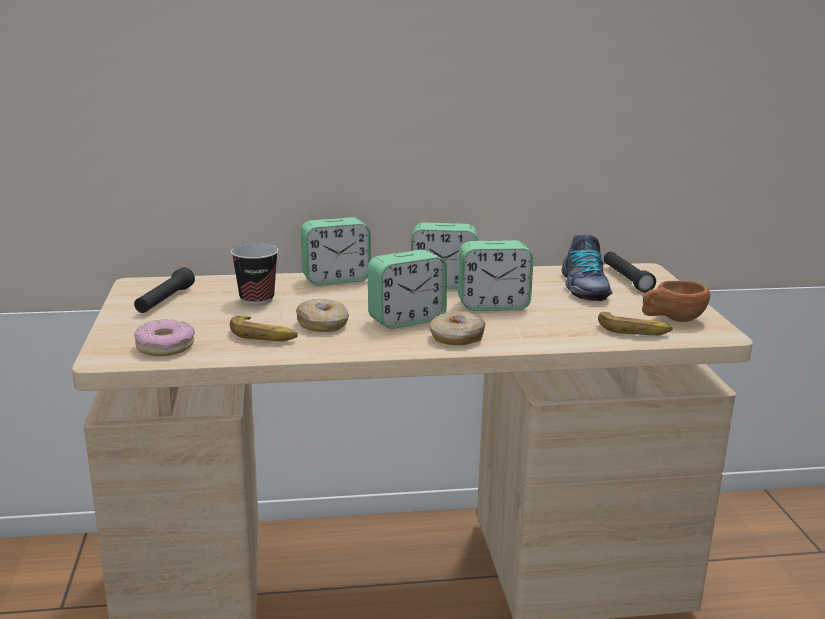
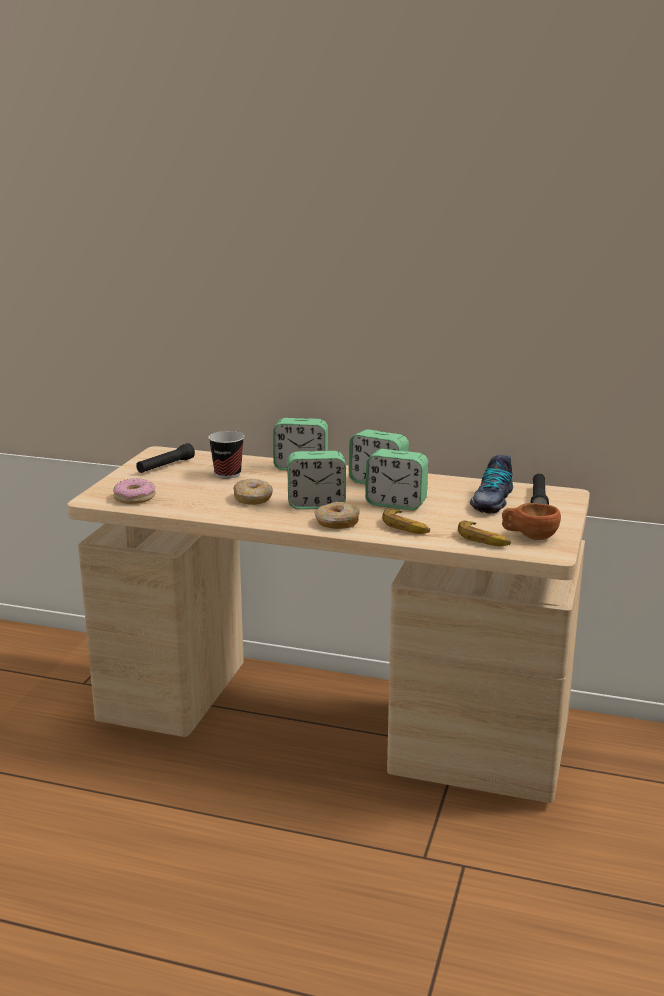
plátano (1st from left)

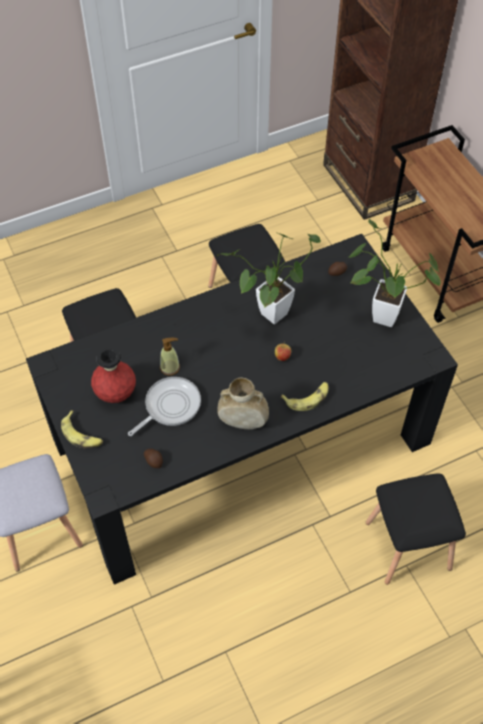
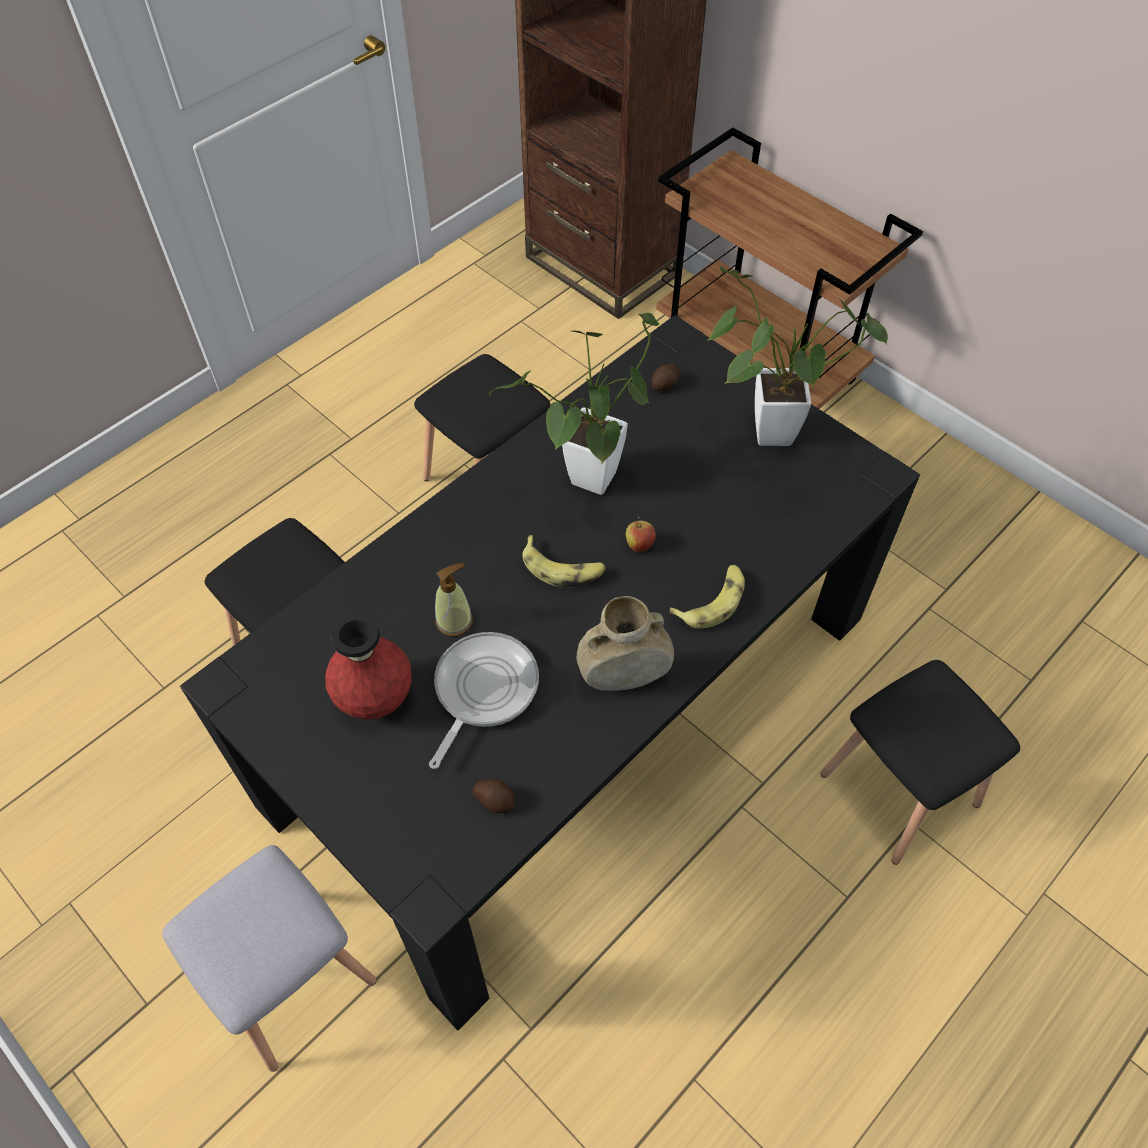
plátano (1st from left)

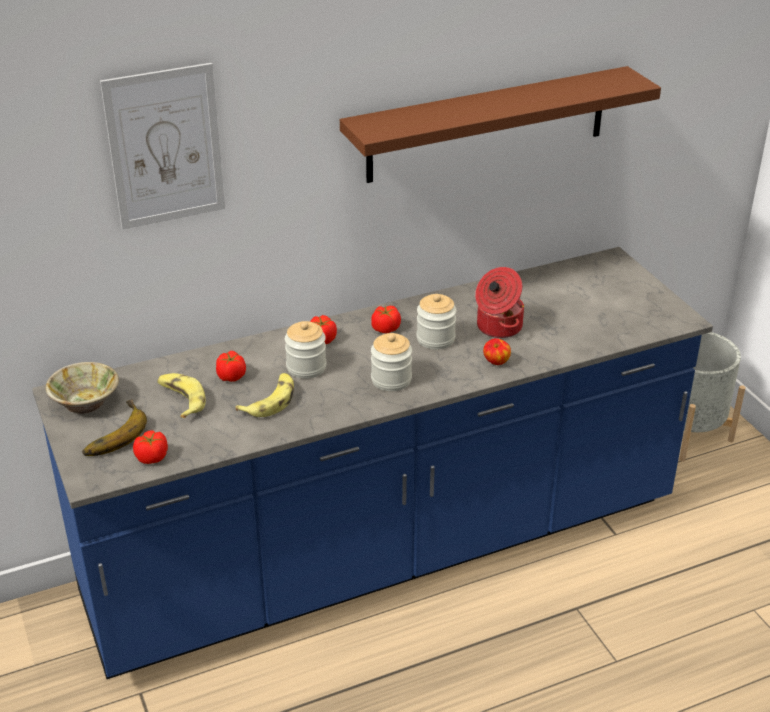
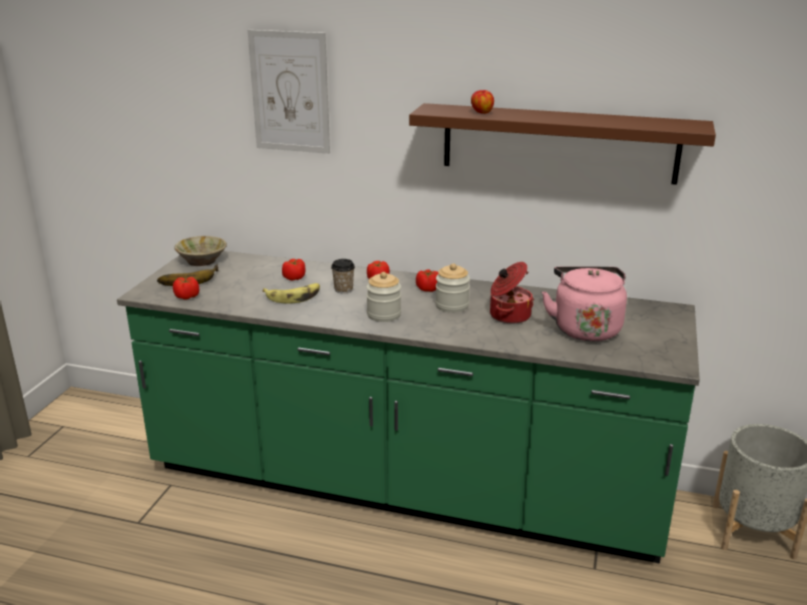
mueble bajo de cocina/verde; plátano (2nd from left in the first image); taza; manzana; hervidor/rosa

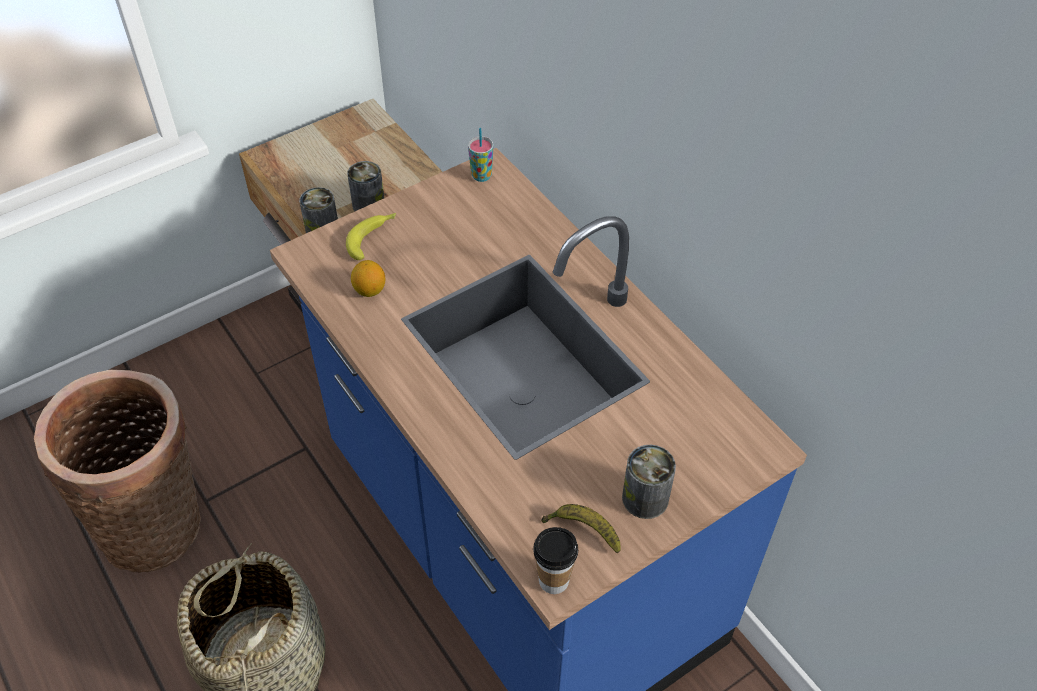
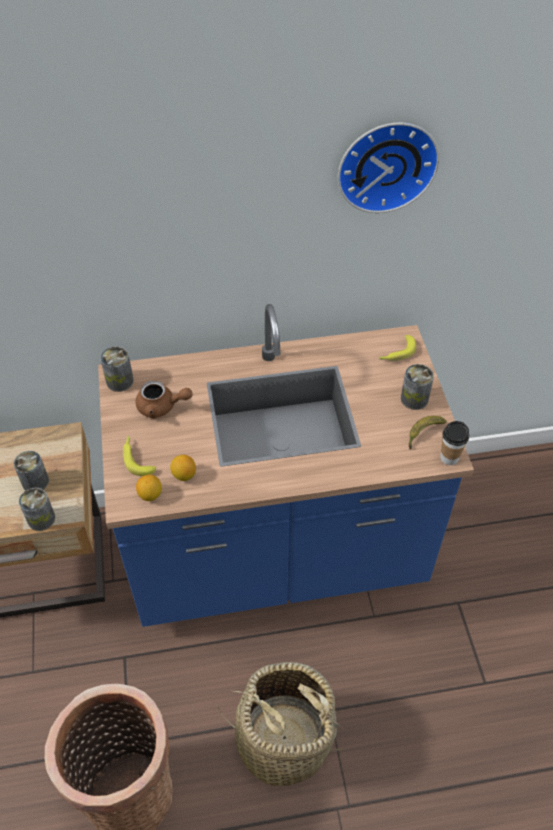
lata (3rd from left); tetera/marrón; limón (1st from left); reloj de pared; plátano (2nd from left)

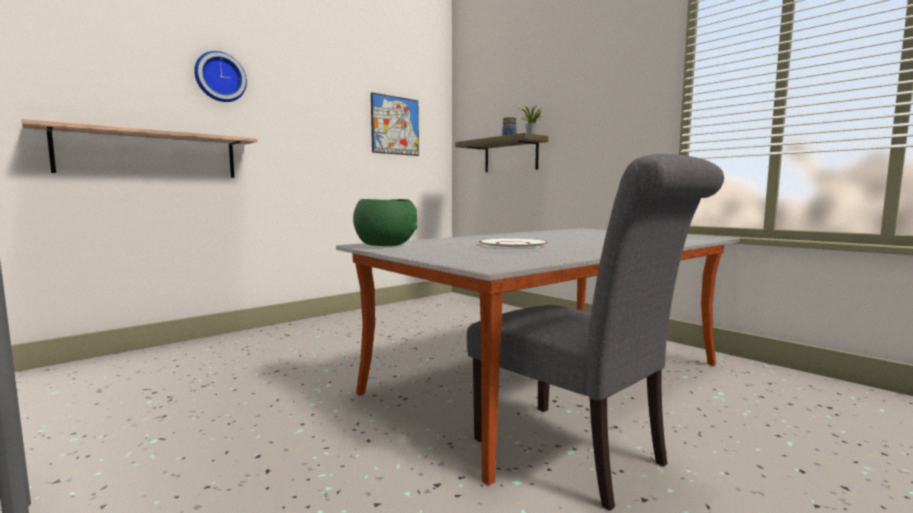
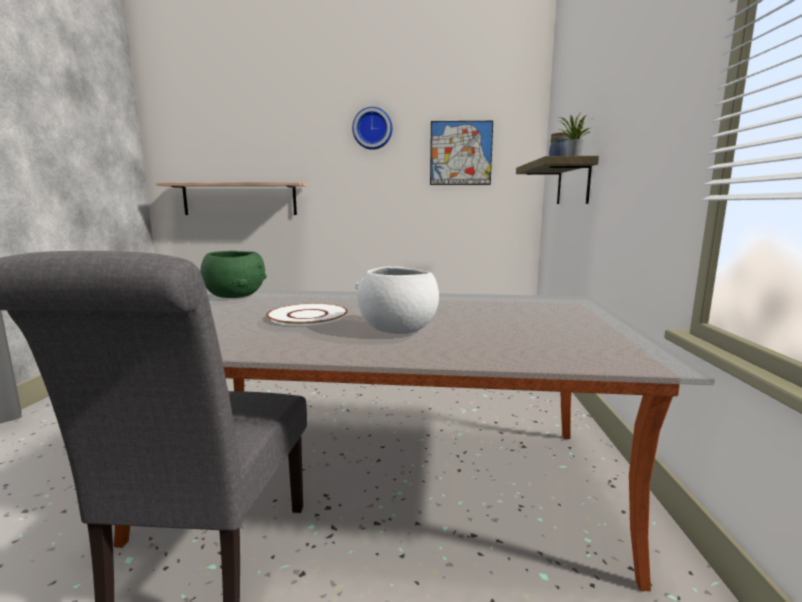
reloj de pared; cuenco/blanco

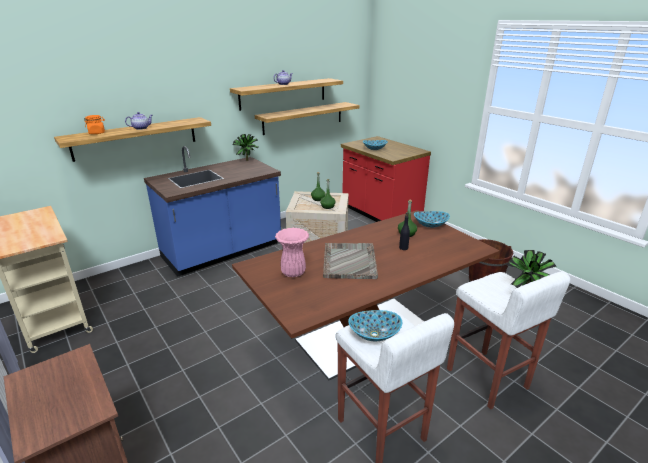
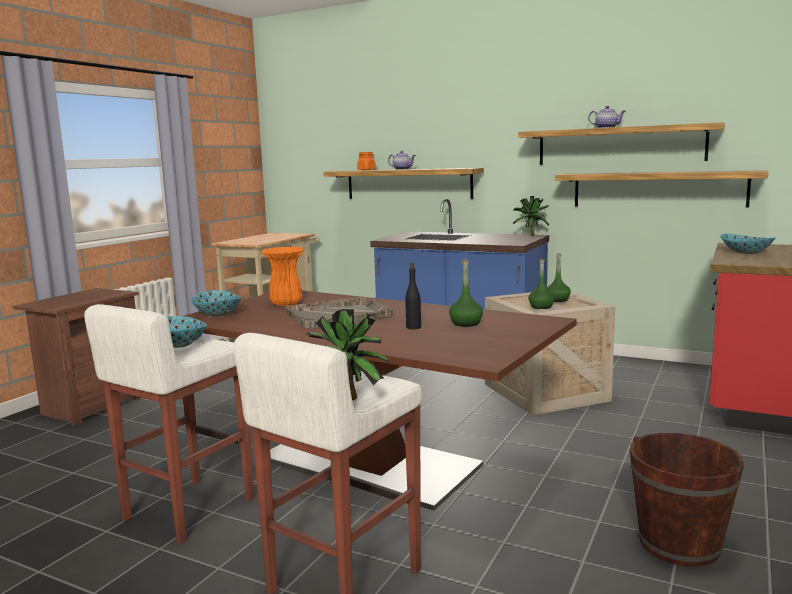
florero/naranja; cuenco (2nd from left)

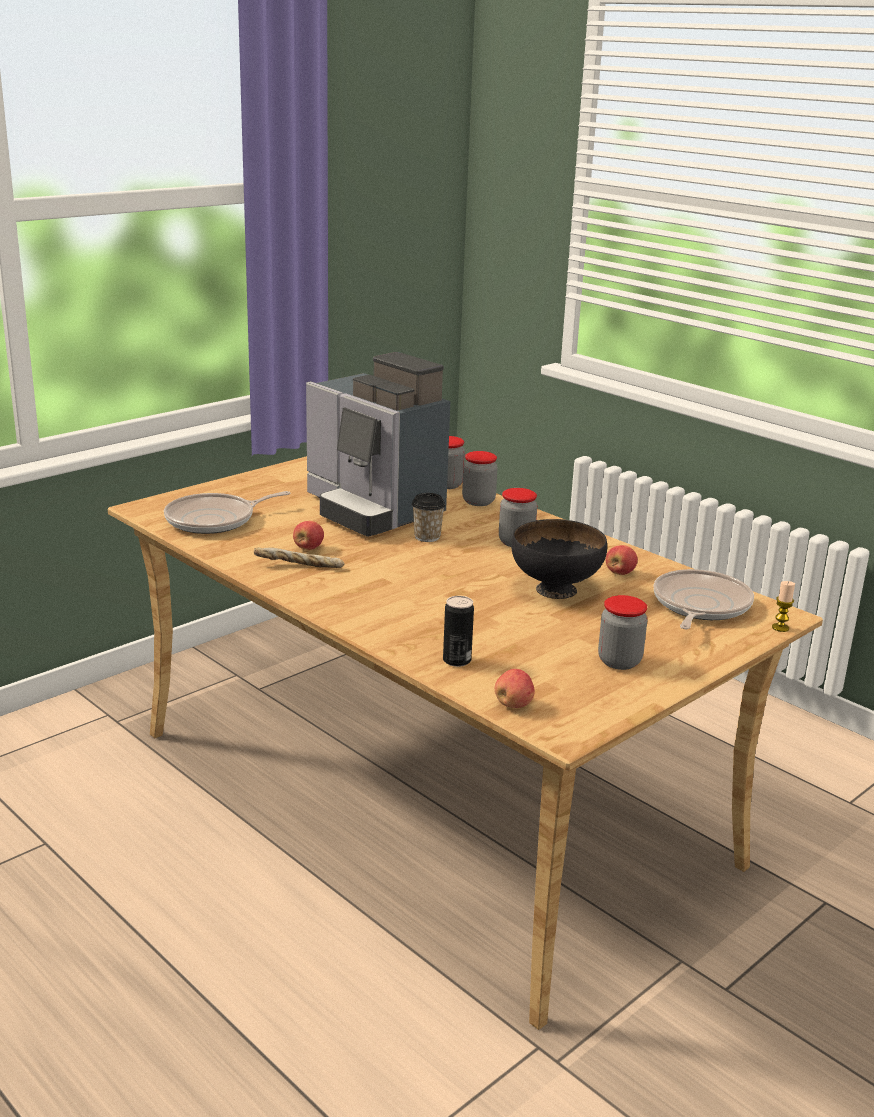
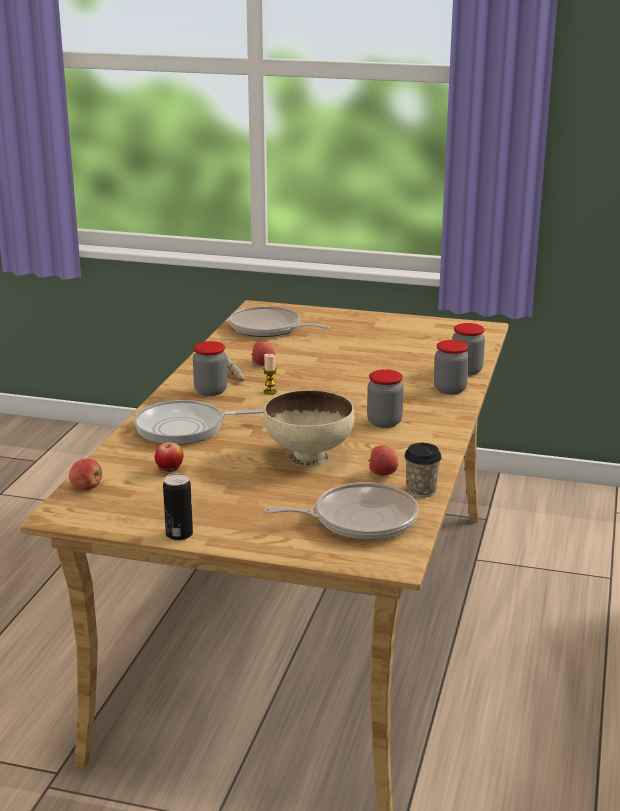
cafetera; taza; lata; cuenco/beis; tarro (1st from left); vela; sartén (1st from left); manzana (2nd from left)

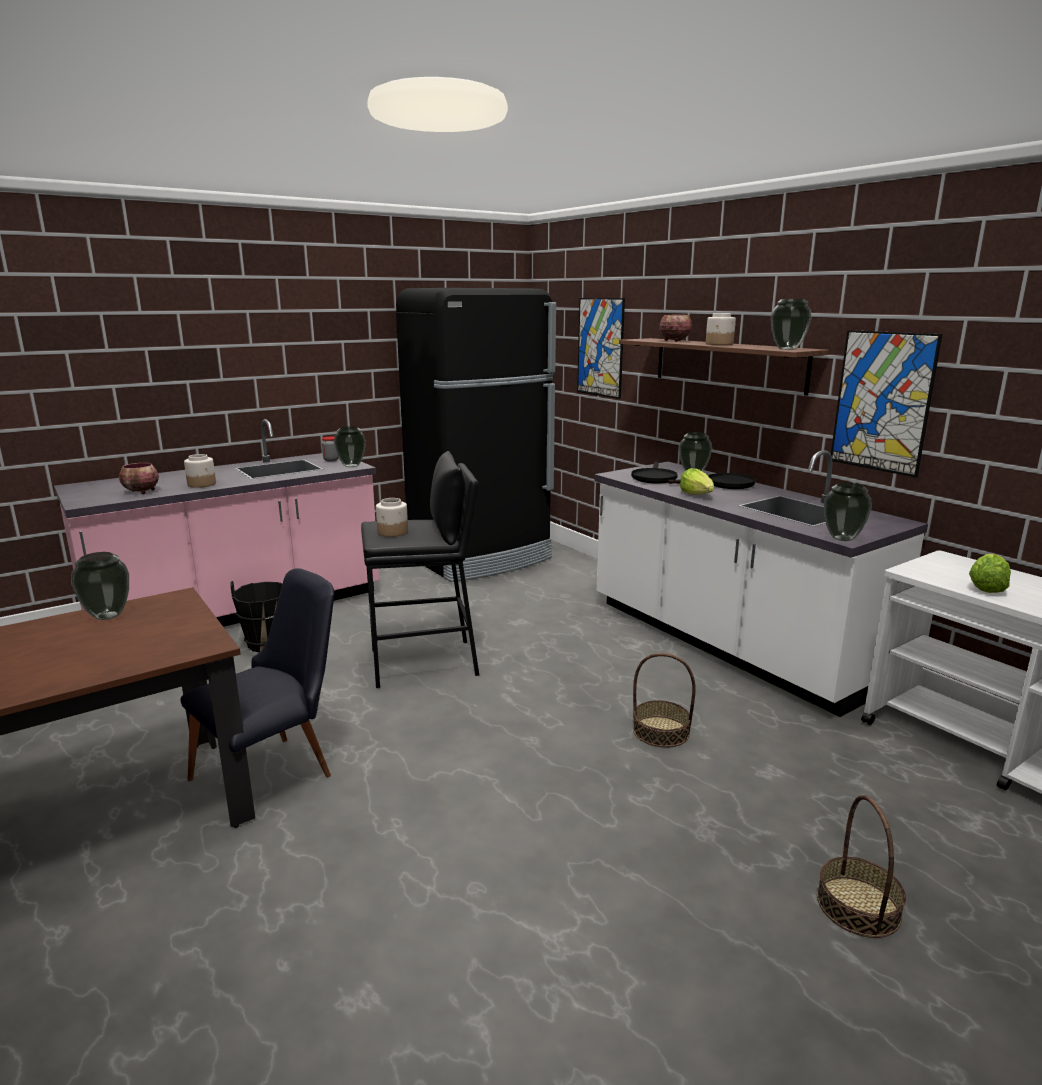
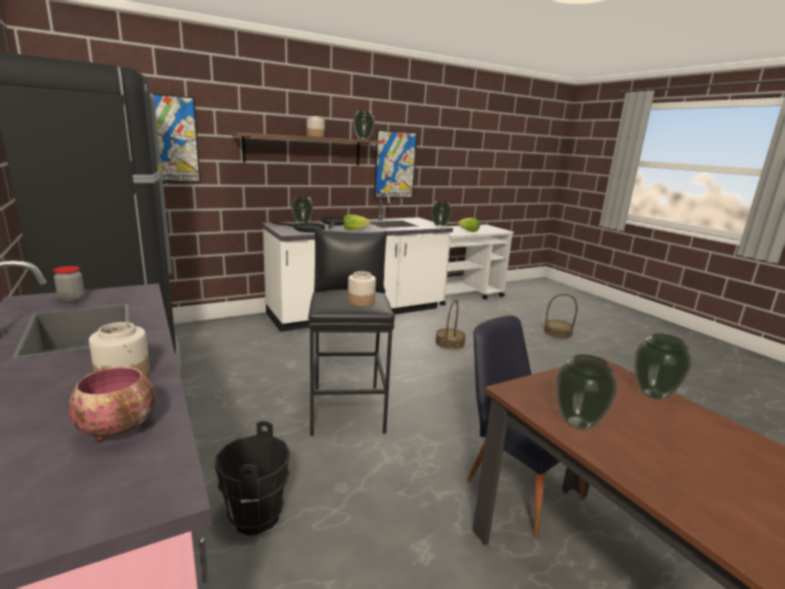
florero (5th from left); cuenco (2nd from left in the first image)

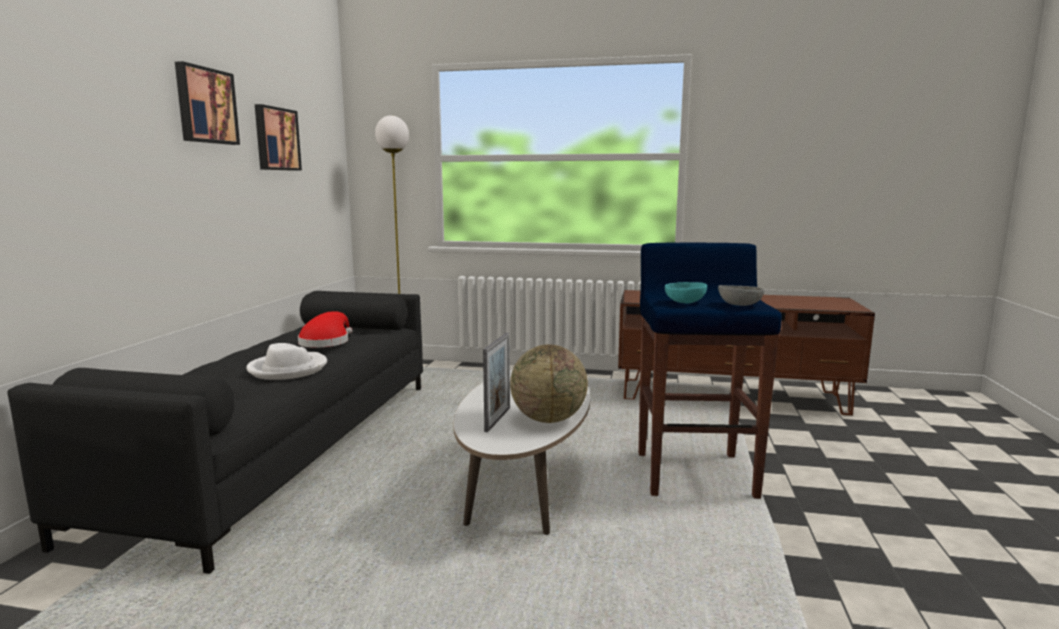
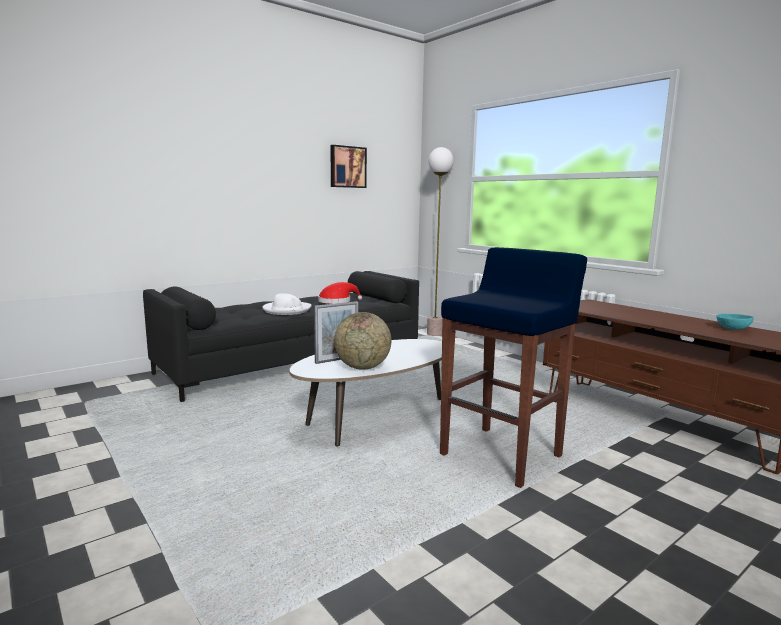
cuadro (1st from left in the first image); cuenco/turquesa; cuenco/gris

